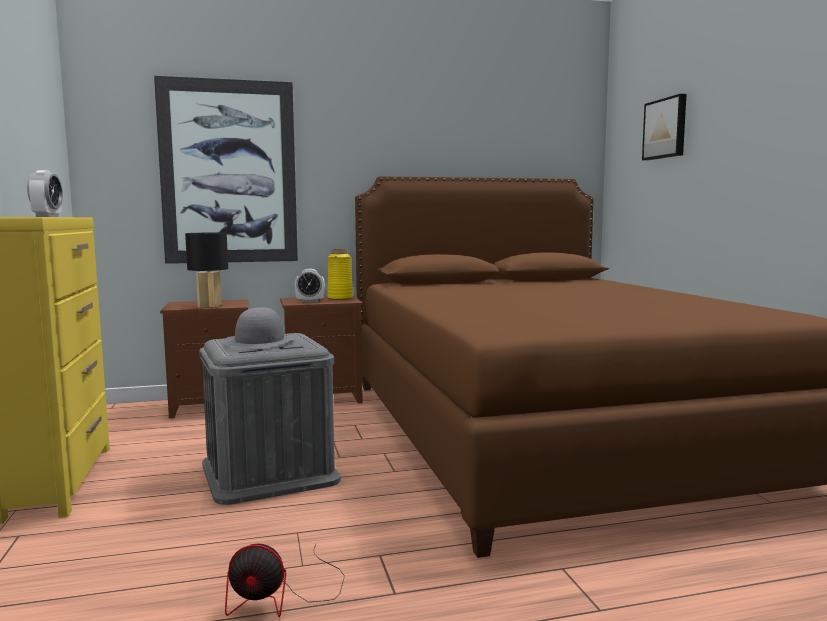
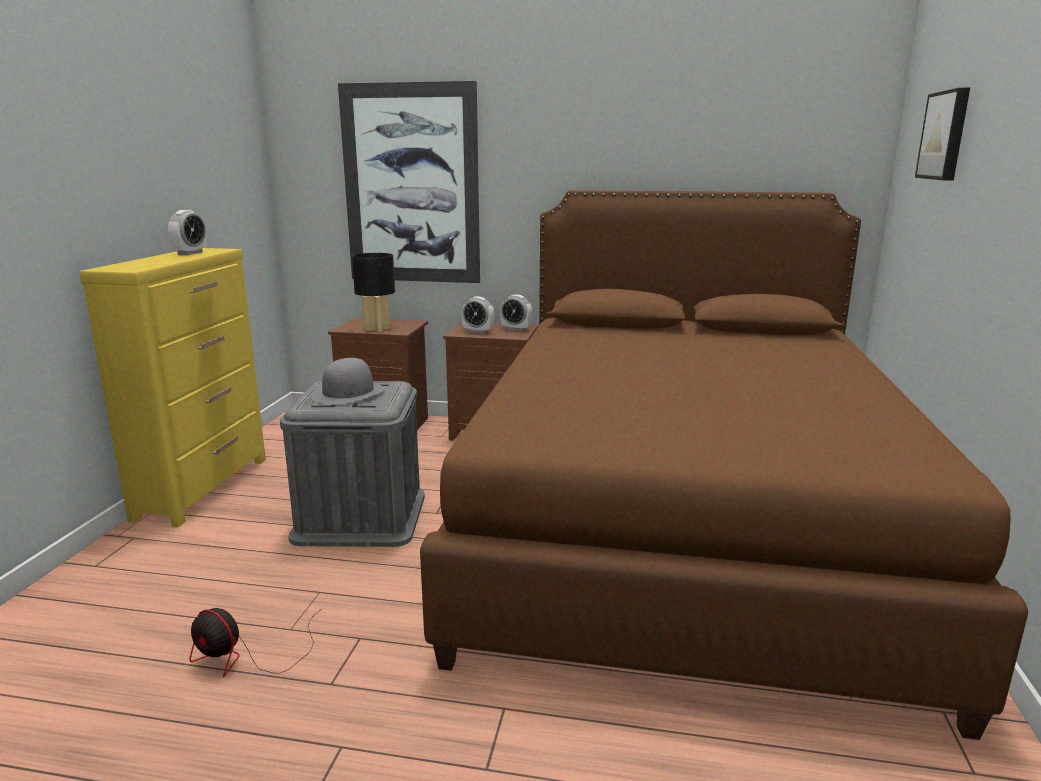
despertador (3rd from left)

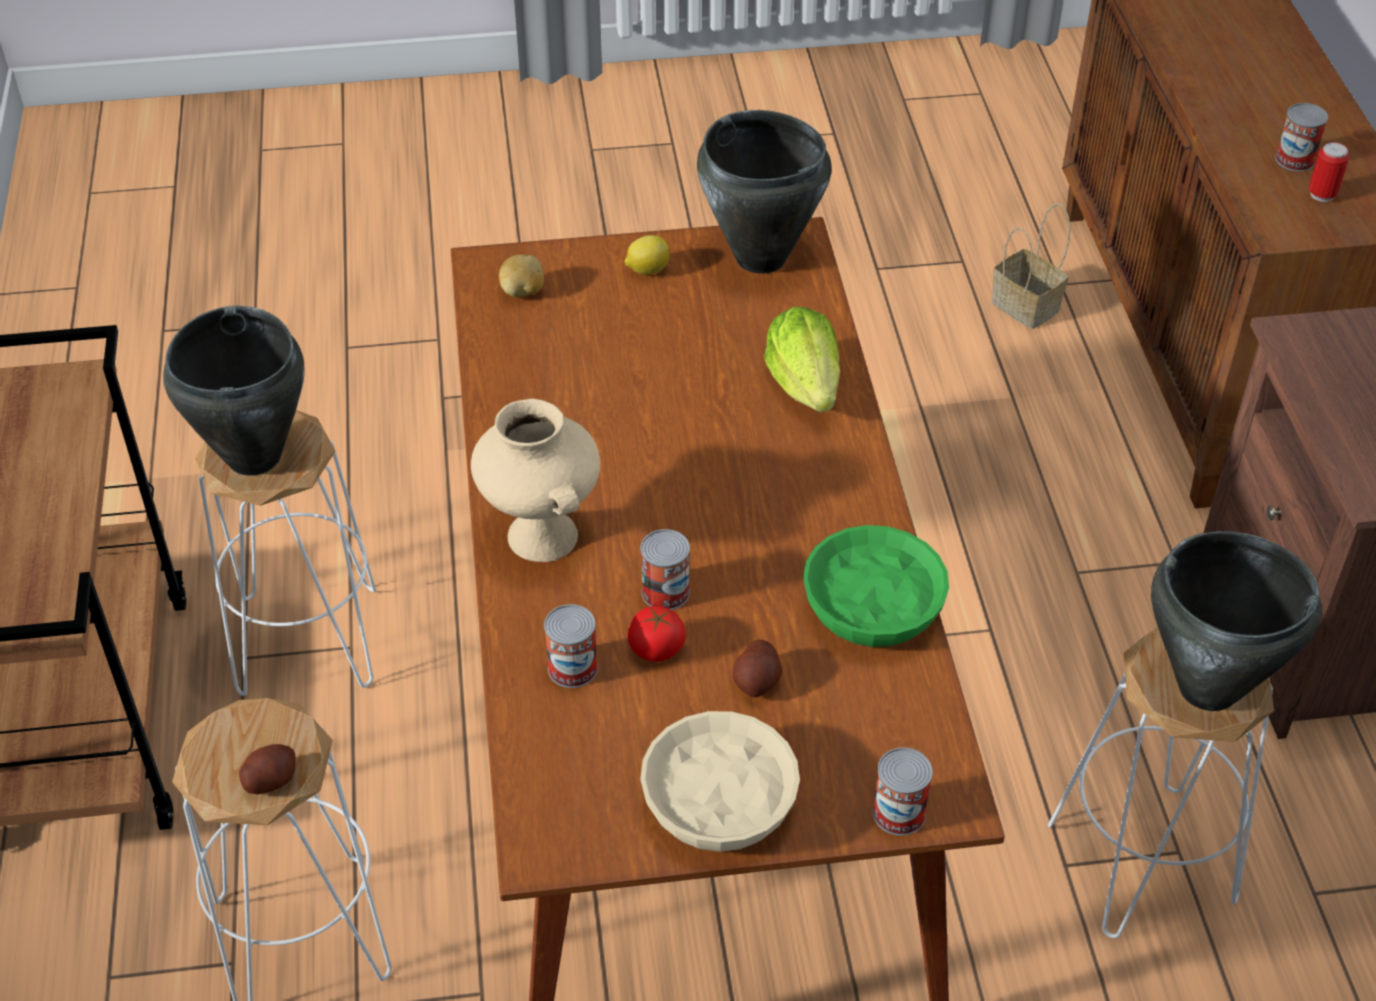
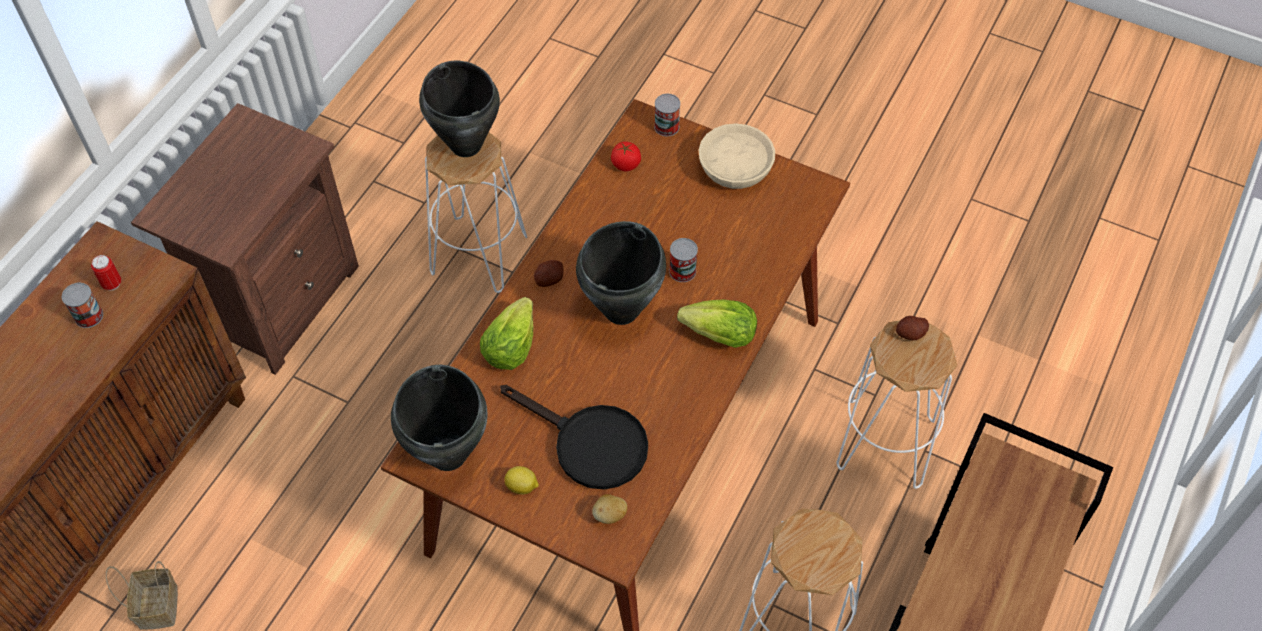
olla/negro (3rd from left); lechuga (2nd from left); lata (1st from left in the first image); tomate; patata (1st from left); cuenco/verde; sartén/negro

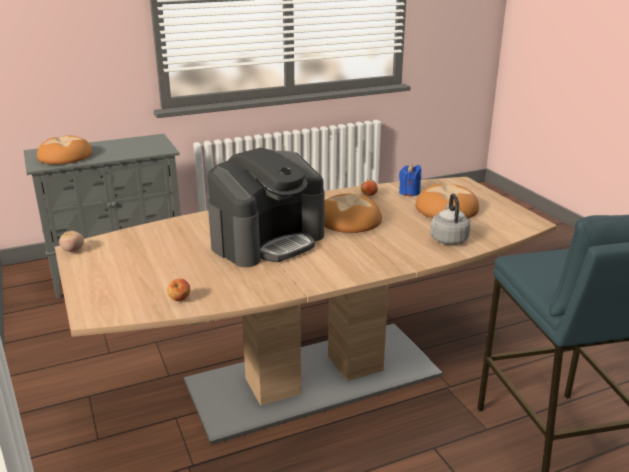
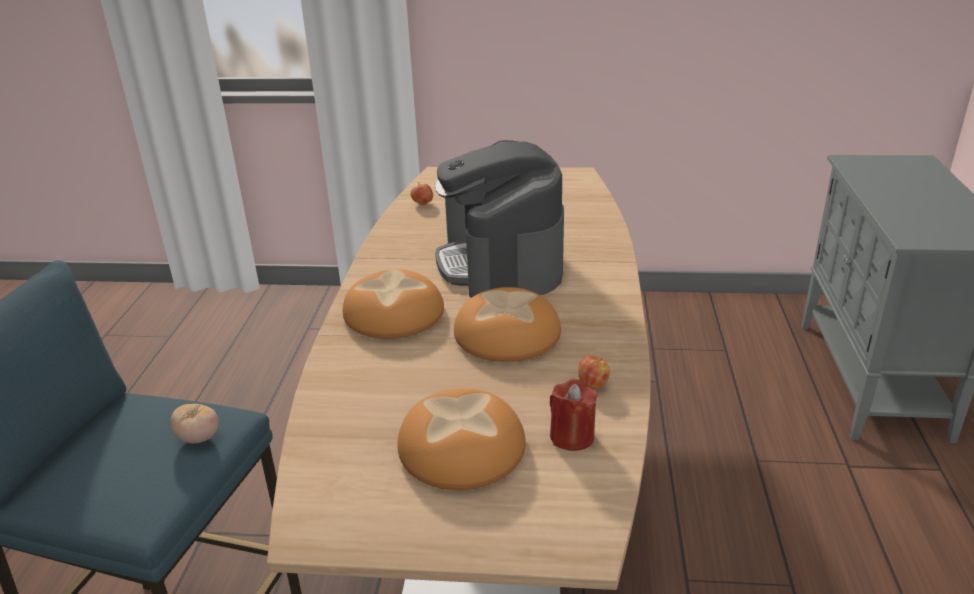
pan (1st from left); tomate; vela/rojo; hervidor/gris

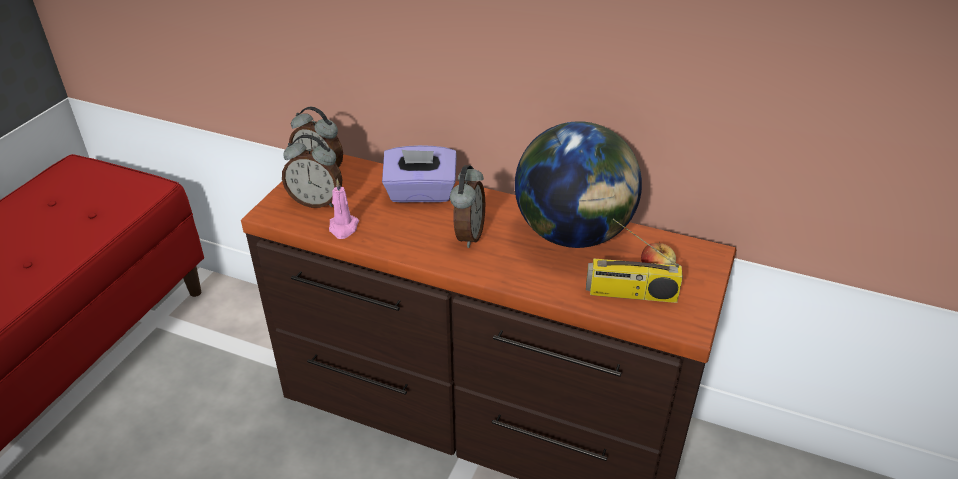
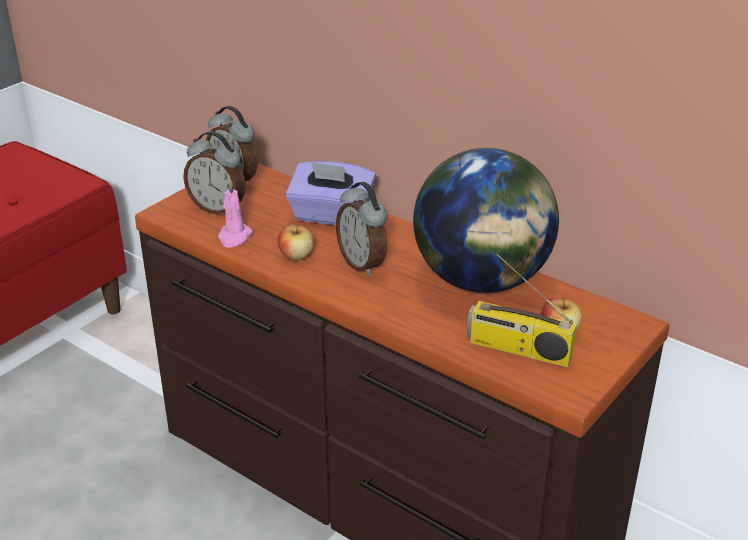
despertador (3rd from left); manzana (1st from left)

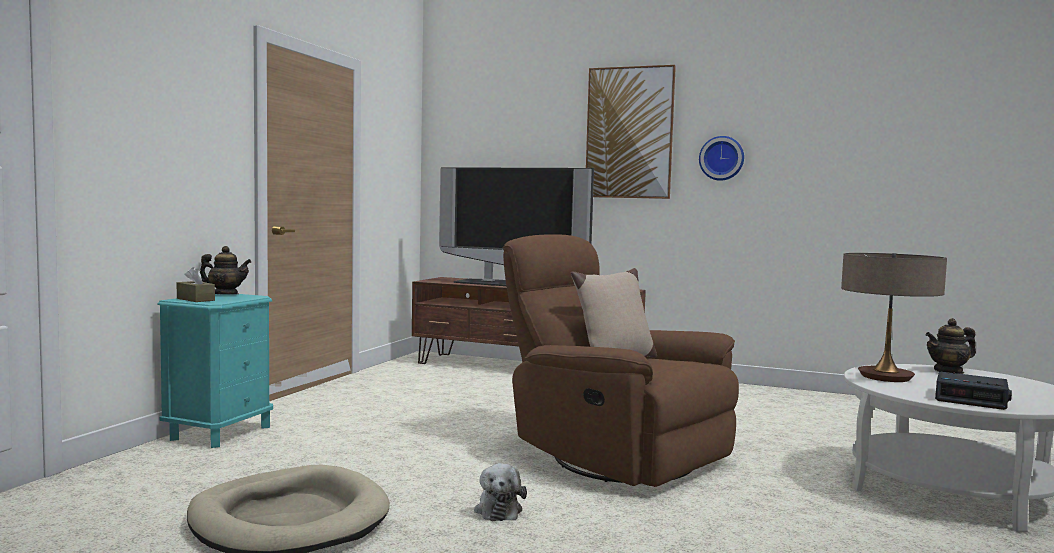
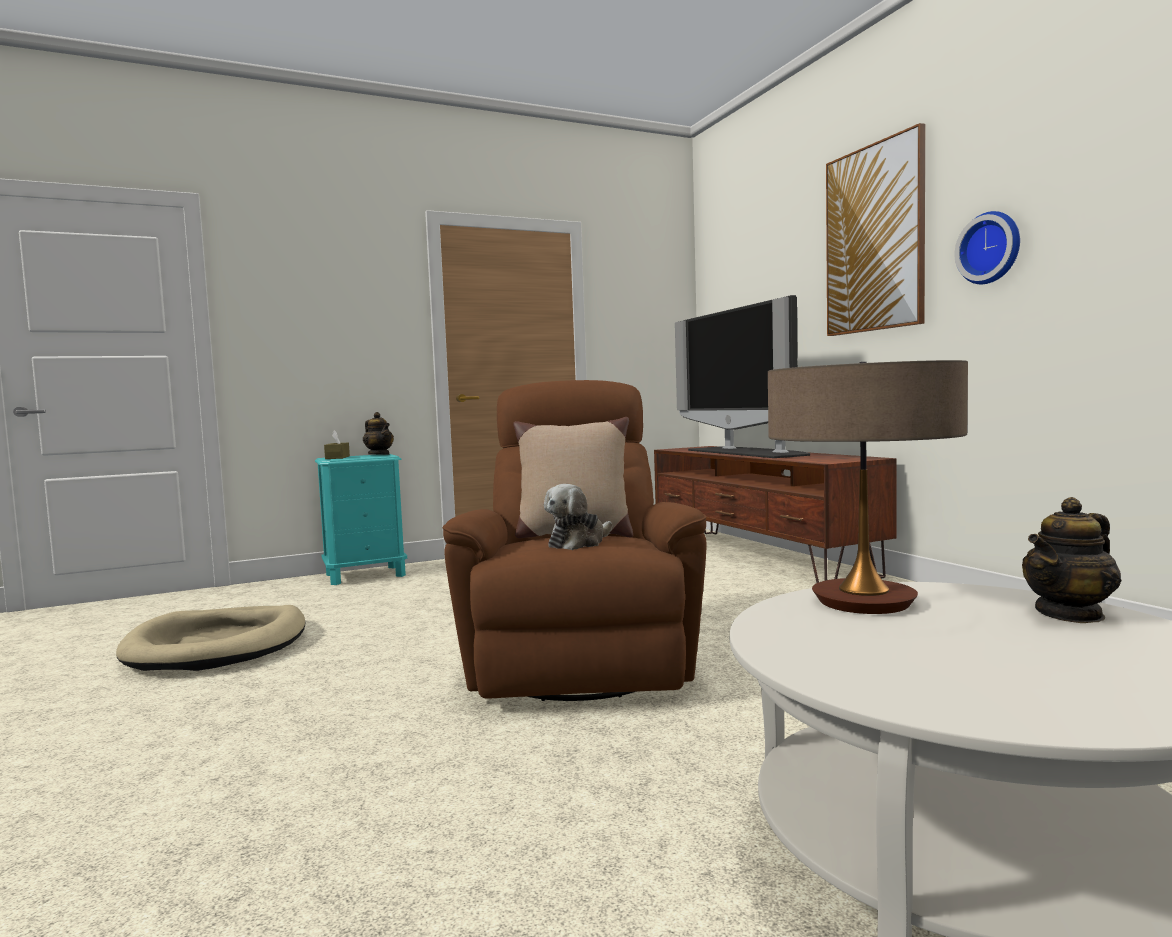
peluche; tetera (2nd from left); despertador

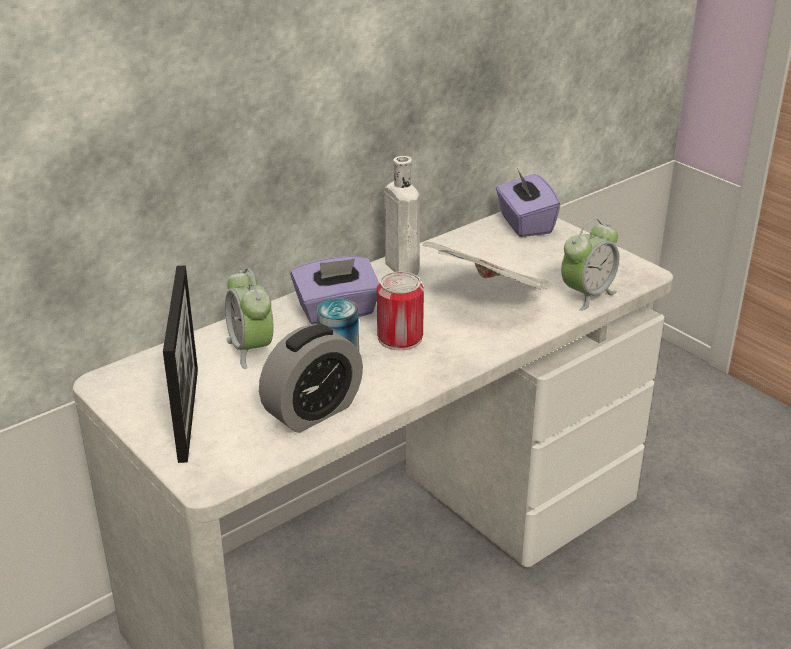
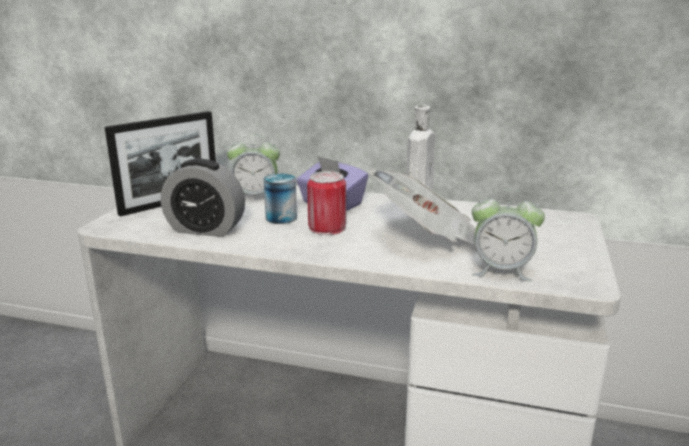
despertador (2nd from left); caja de pañuelos/morado (2nd from left in the first image)

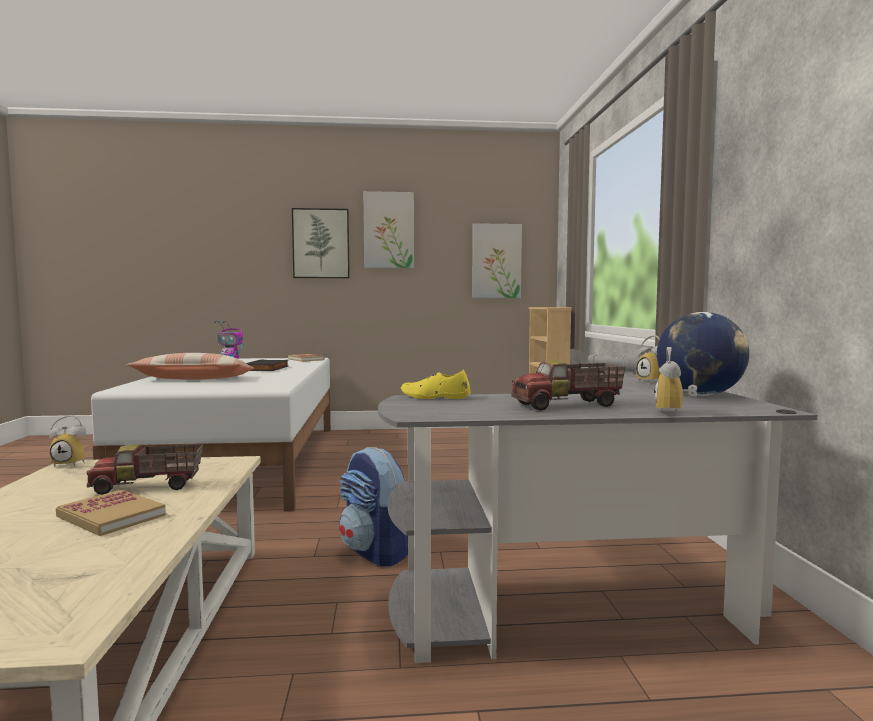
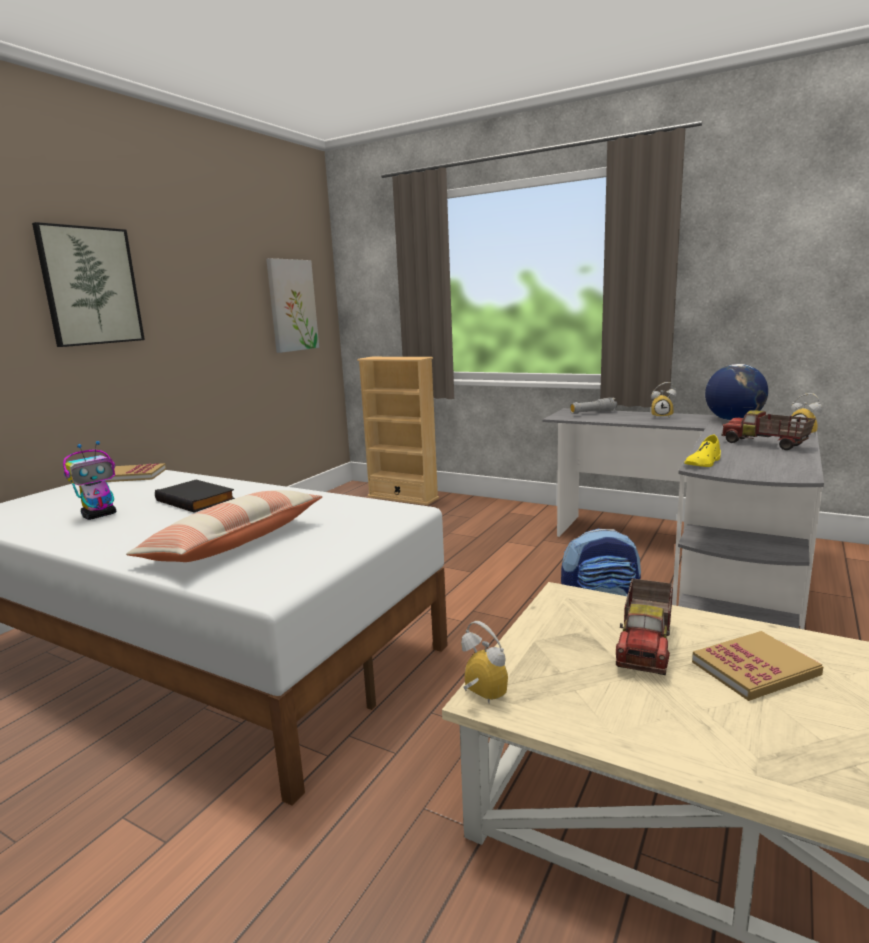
despertador (1st from left); cuadro (2nd from left in the first image); camión de juguete (2nd from left)

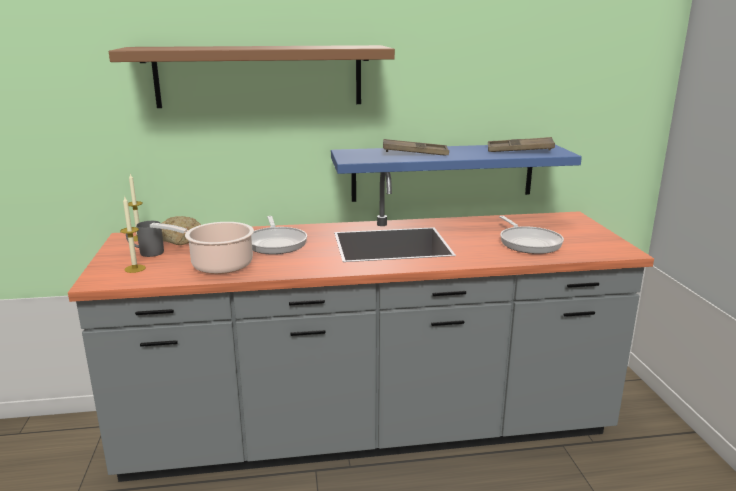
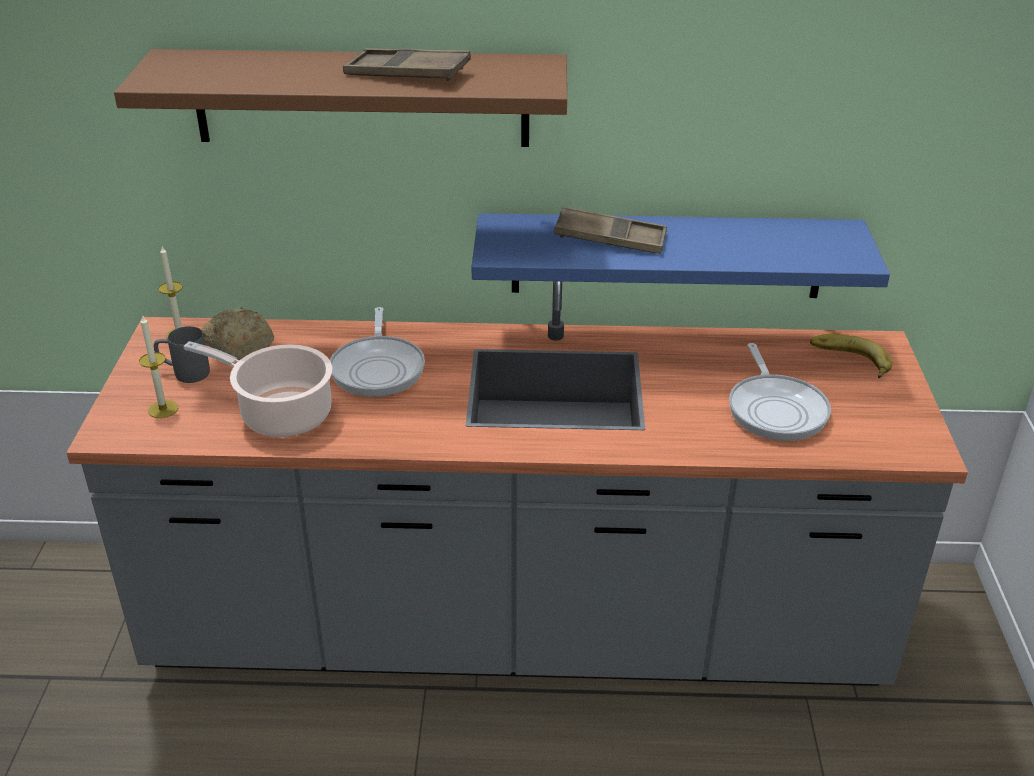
bandeja/marrón (1st from left); plátano

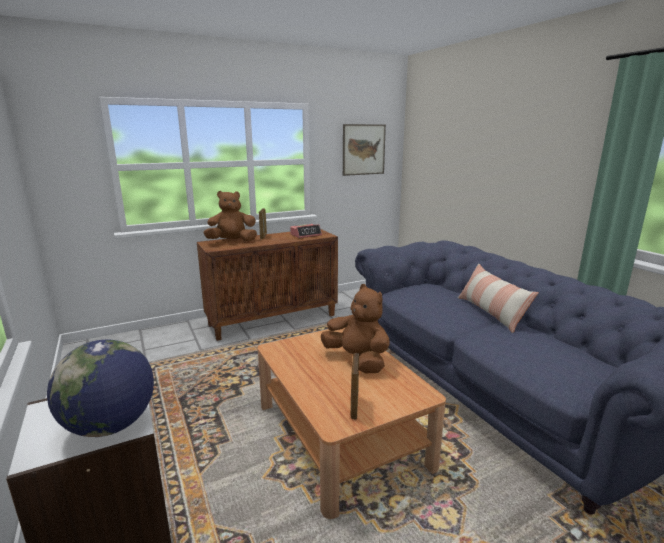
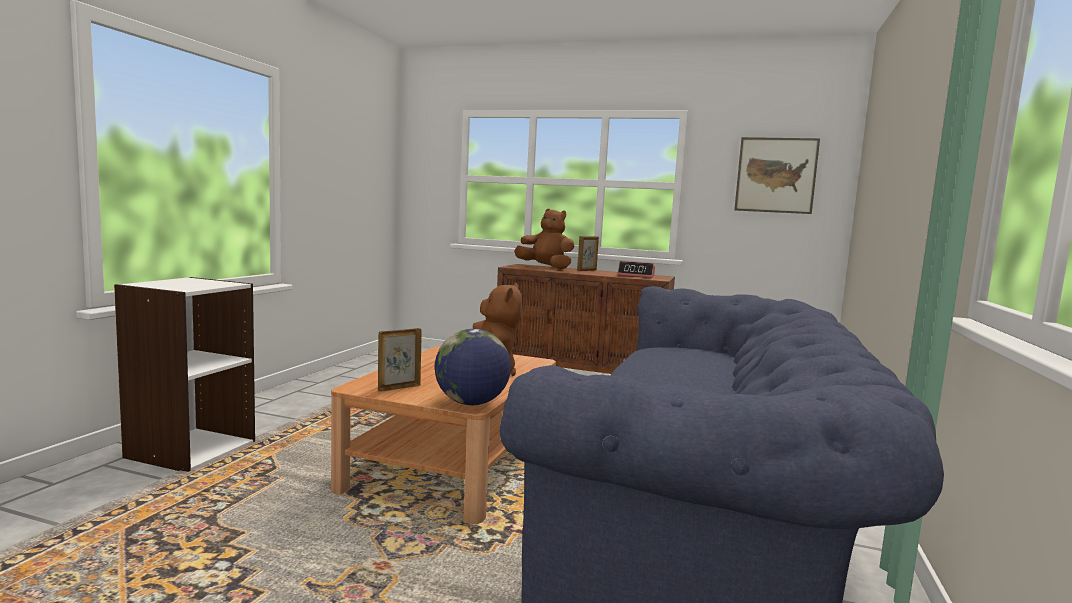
globo terráqueo; cojín

